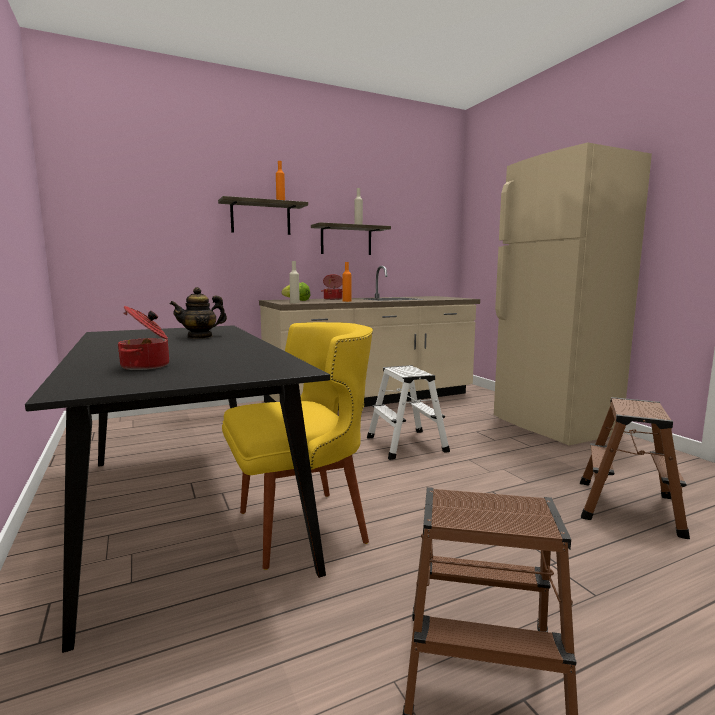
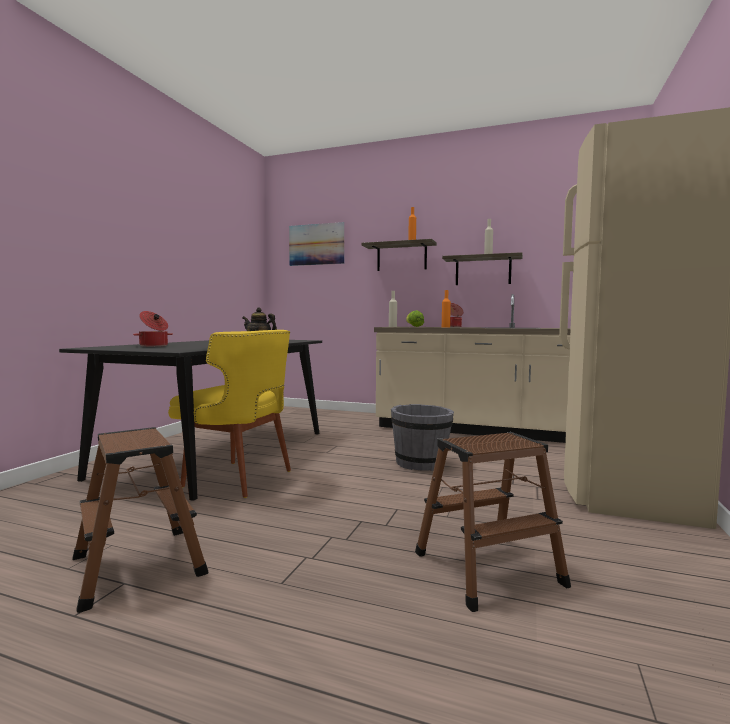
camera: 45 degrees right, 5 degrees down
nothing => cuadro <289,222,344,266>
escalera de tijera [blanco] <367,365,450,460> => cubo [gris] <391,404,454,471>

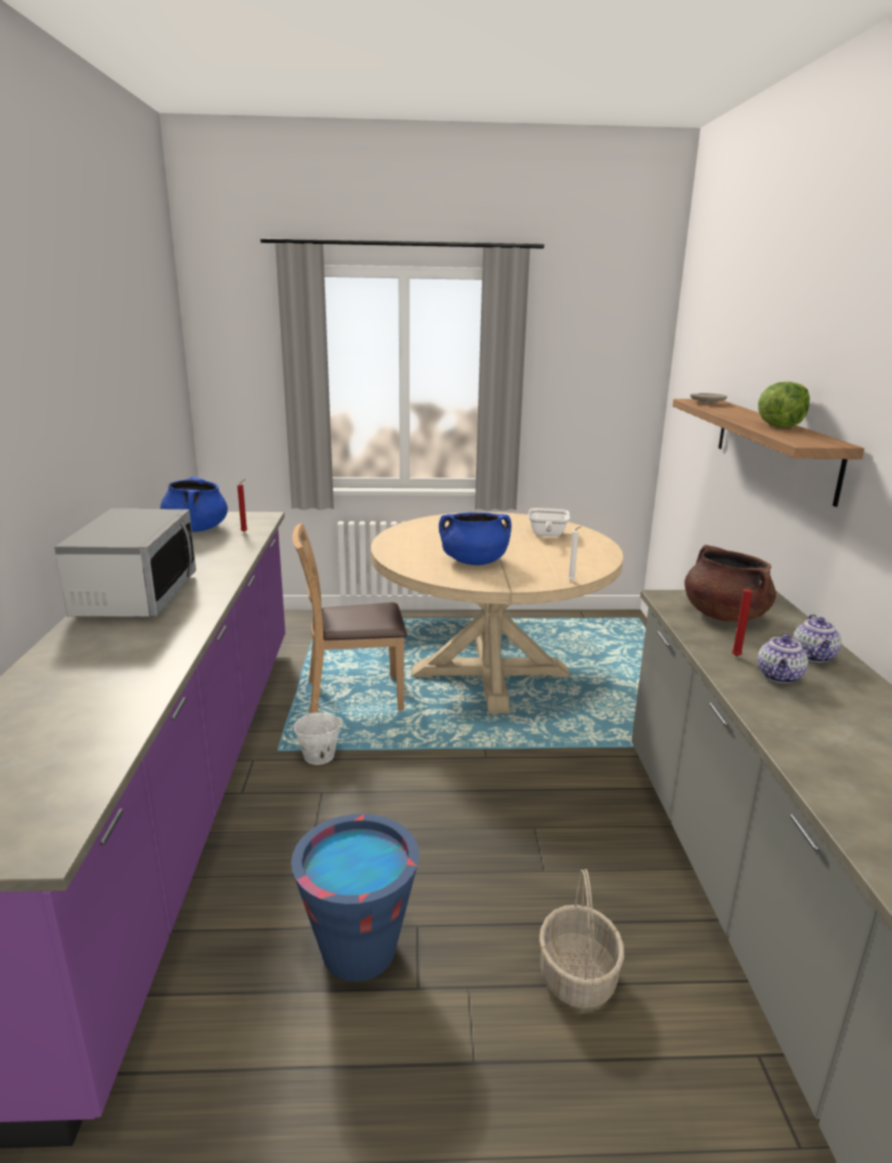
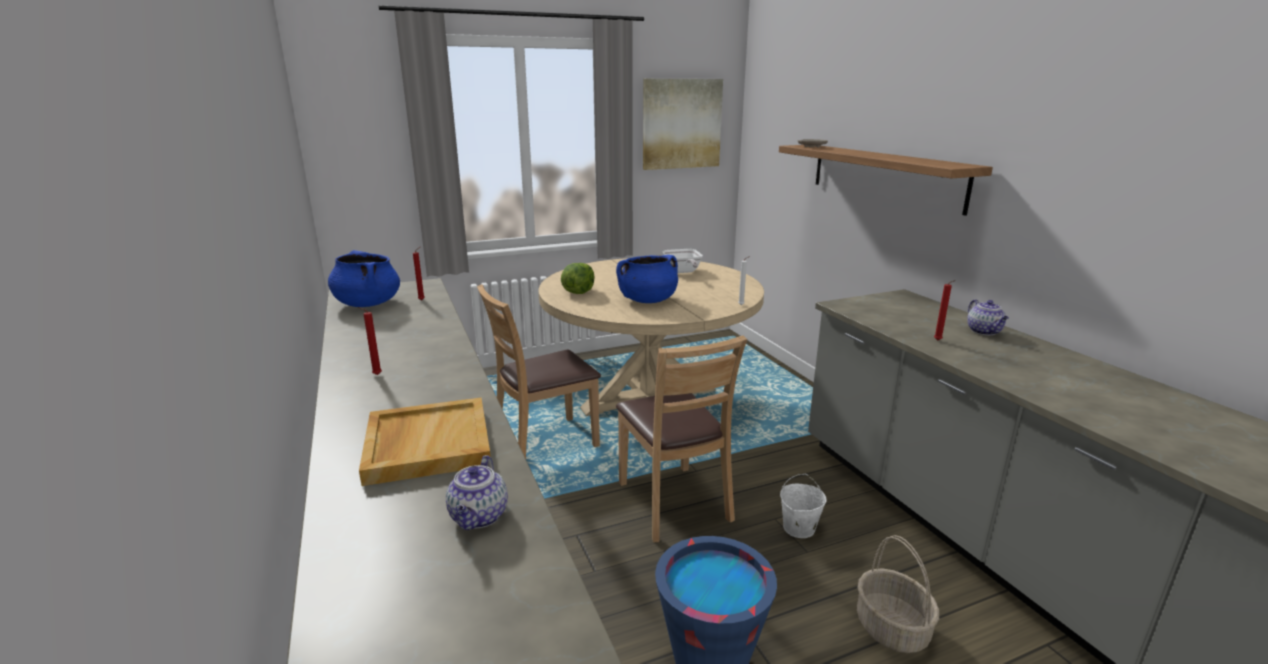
camera: 20 degrees left, 0 degrees up
microondas <54,509,196,617> => vela [rojo] <358,307,382,375>
nothing => bandeja [beis] <359,398,491,486>
tetera <758,632,808,683> => tetera <446,455,508,530>, moved
lechuga <758,382,810,427> => lechuga <561,263,595,294>, moved
nothing => silla [marrón] <616,335,748,542>
nothing => cuadro <643,79,723,170>
cubo [blanco] <294,701,341,765> => cubo [blanco] <780,474,827,538>, moved
olla [marrón] <684,545,776,622> => nothing

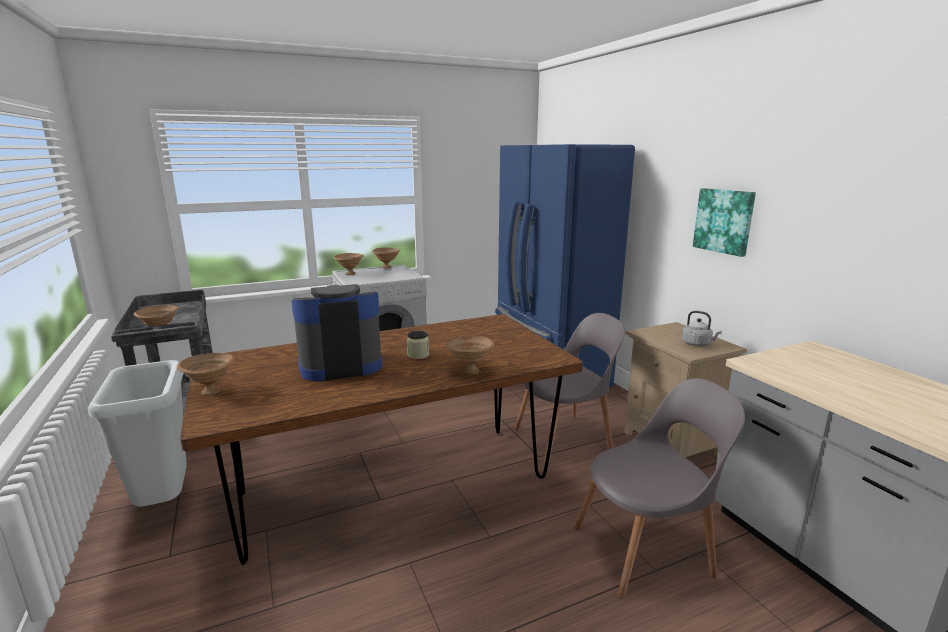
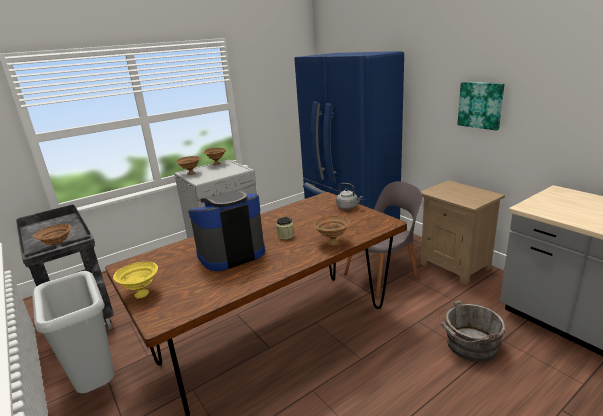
camera: 10 degrees left, 5 degrees up
cuenco [marrón] <177,353,235,396> => cuenco [amarillo] <113,262,158,299>
hervidor [gris] <682,311,722,346> => hervidor [gris] <336,183,363,209>, moved
silla [gris] <575,378,745,598> => cubo [gris] <439,300,506,362>

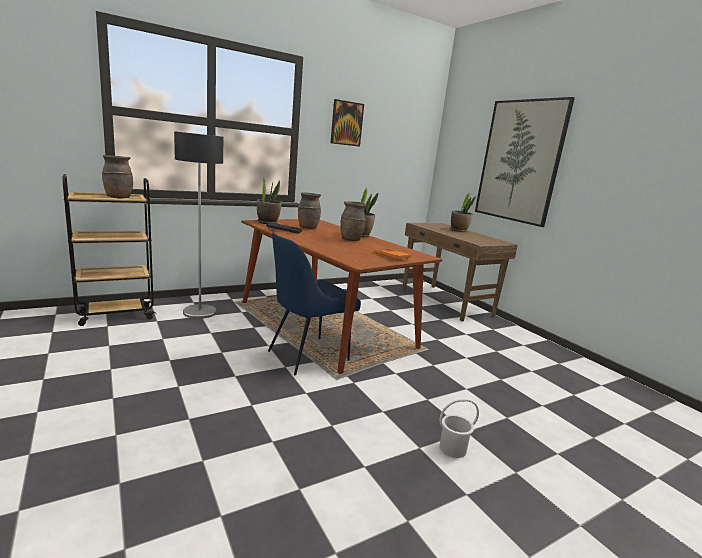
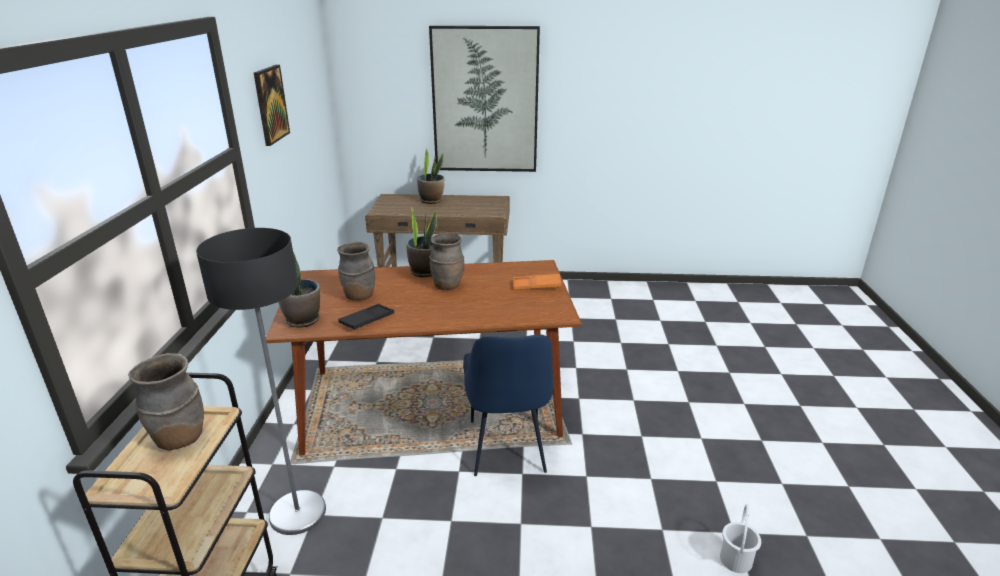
camera: 55 degrees left, 10 degrees up
cubo [blanco] <439,399,479,458> => cubo [blanco] <720,504,761,573>, moved

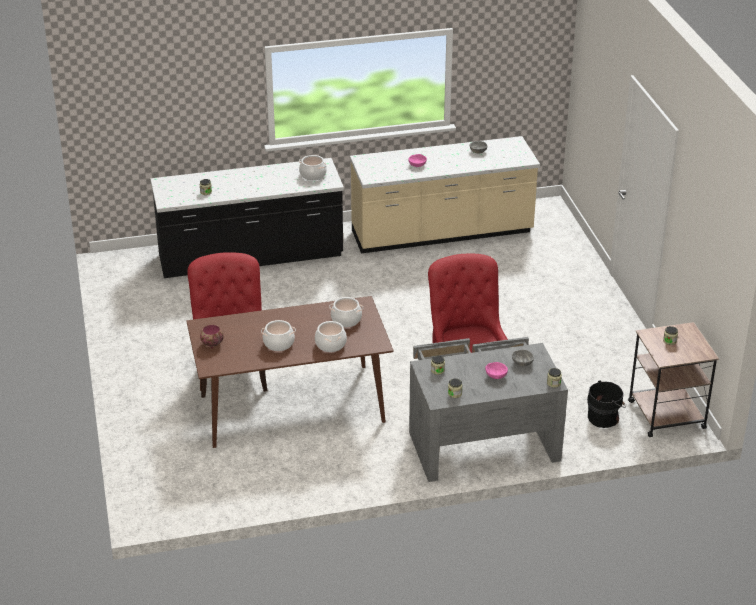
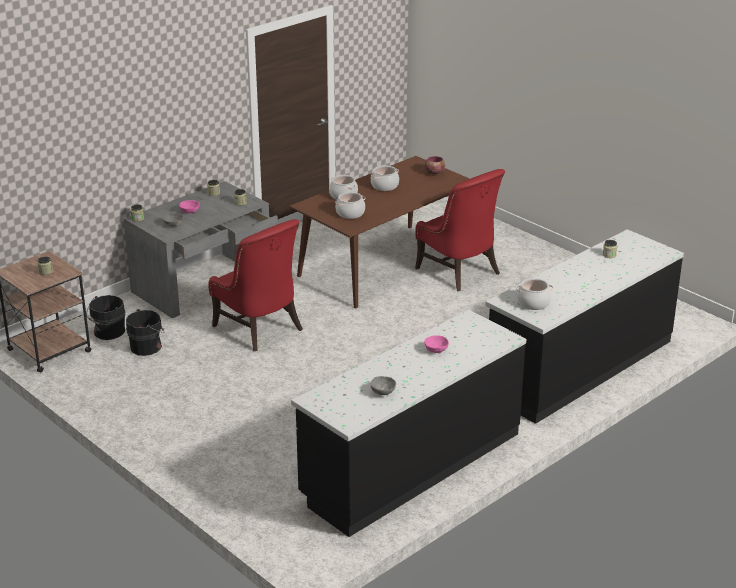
camera: 150 degrees right, 5 degrees down
nothing => cubo [negro] <126,309,164,356>
mueble bajo de cocina [beis] <350,136,540,253> => mueble bajo de cocina [negro] <291,310,526,537>

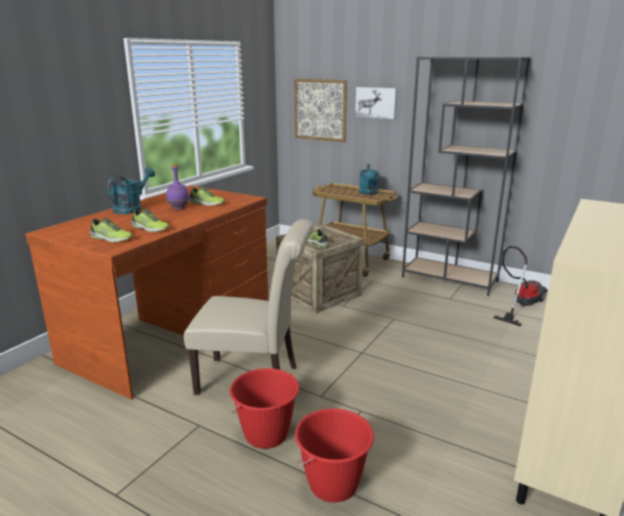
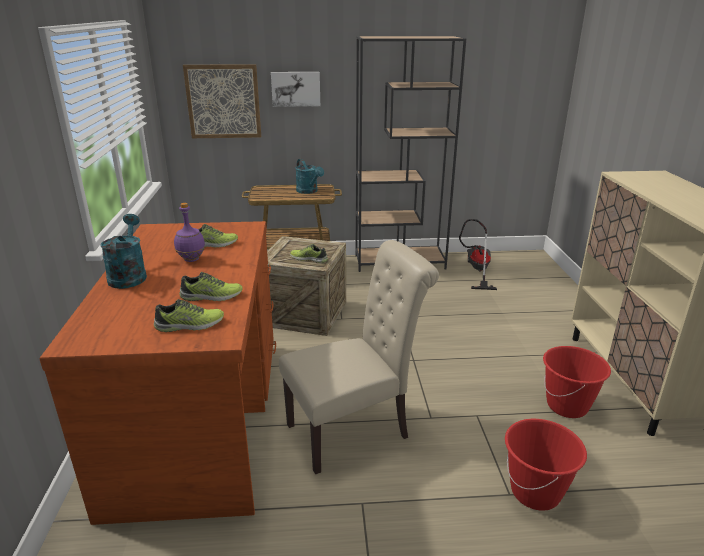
camera: 35 degrees left, 5 degrees up
cubo [rojo] <230,368,299,449> => cubo [rojo] <543,346,611,418>, moved

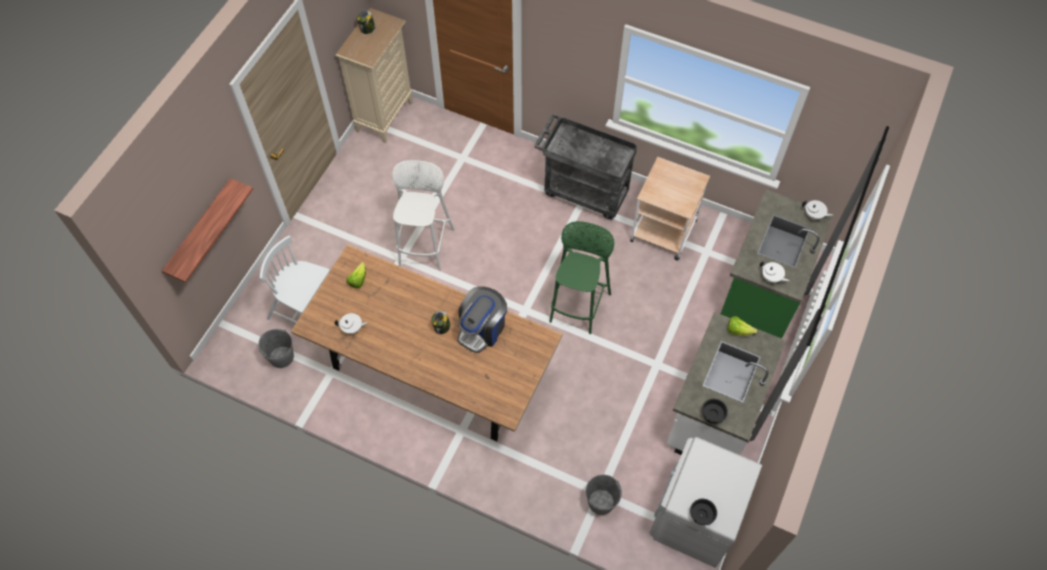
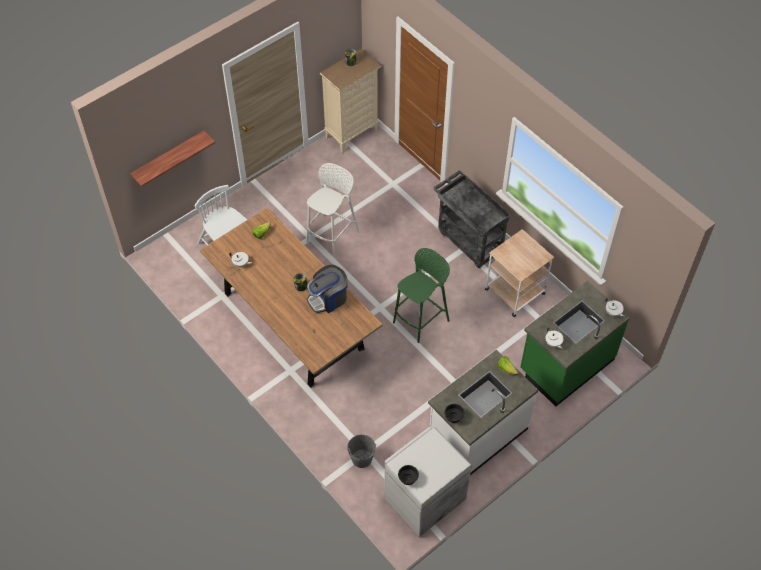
camera: 25 degrees right, 5 degrees down
cubo [gris] <258,329,294,368> => nothing

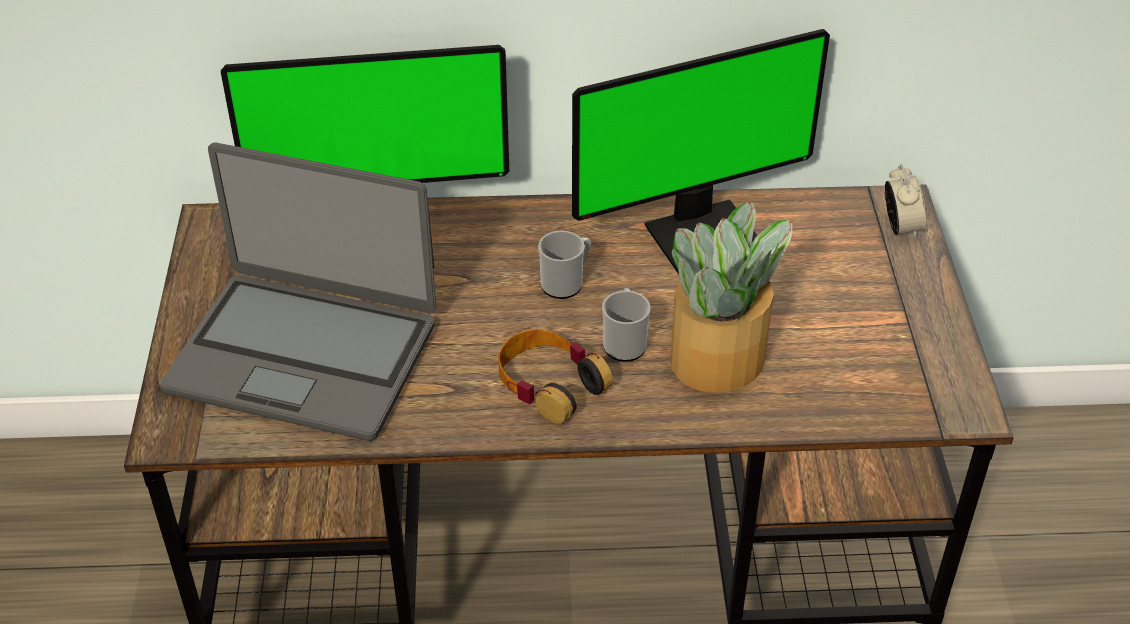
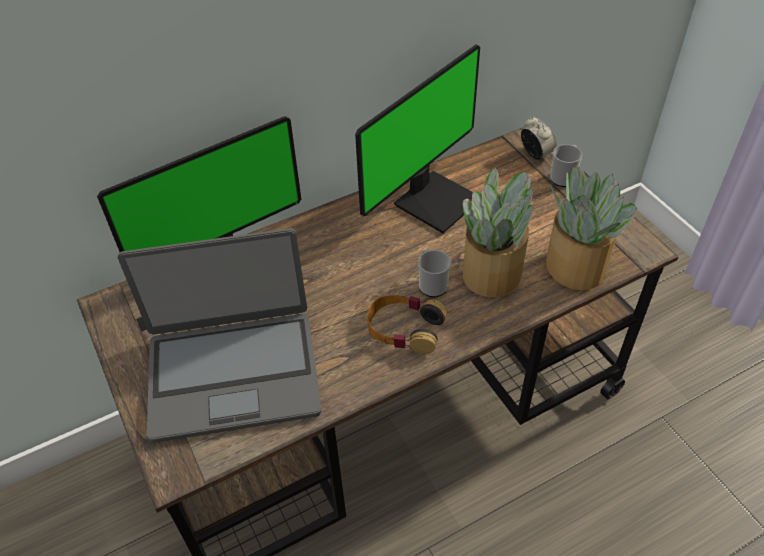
camera: 25 degrees left, 5 degrees up
nothing => planta en maceta <546,165,637,290>
taza grande <538,231,591,299> => taza grande <550,144,582,187>, moved

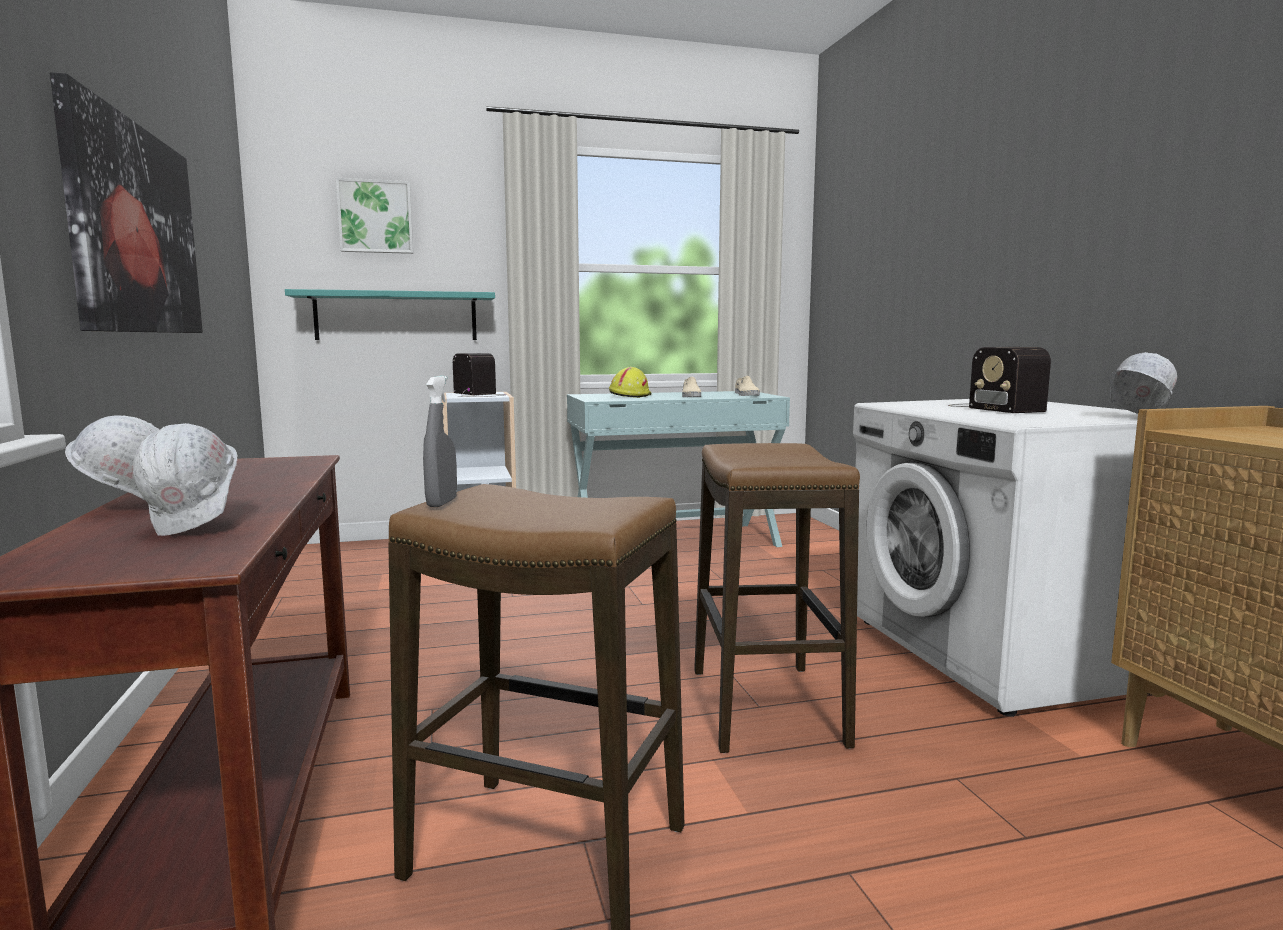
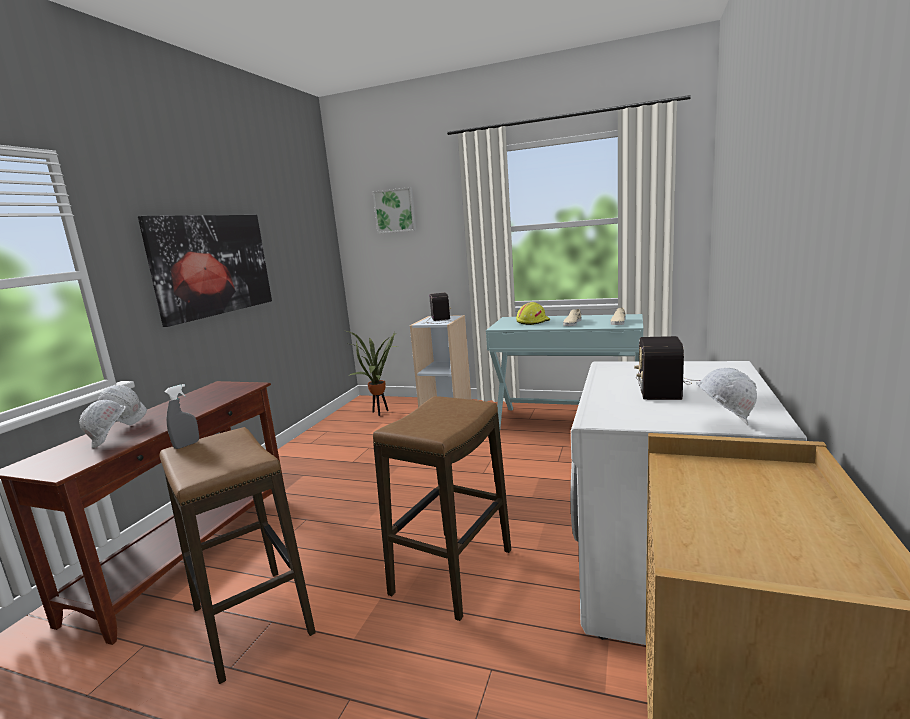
camera: 35 degrees right, 5 degrees up
nothing => planta en maceta <343,330,398,416>
estante [turquesa] <285,289,495,340> => nothing

